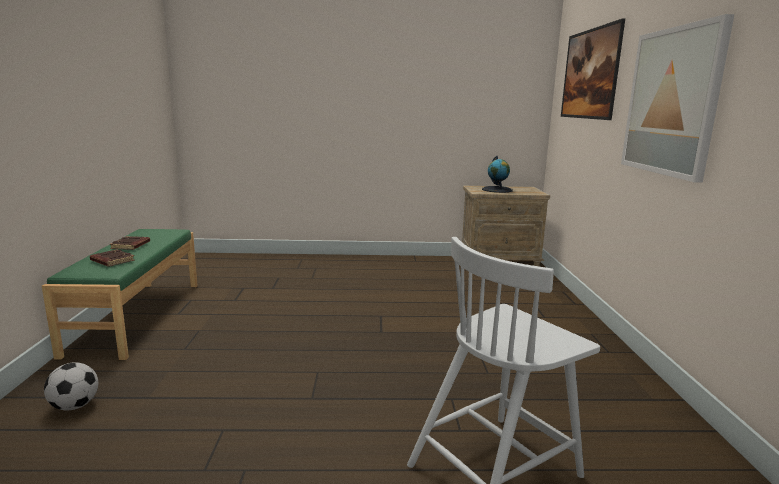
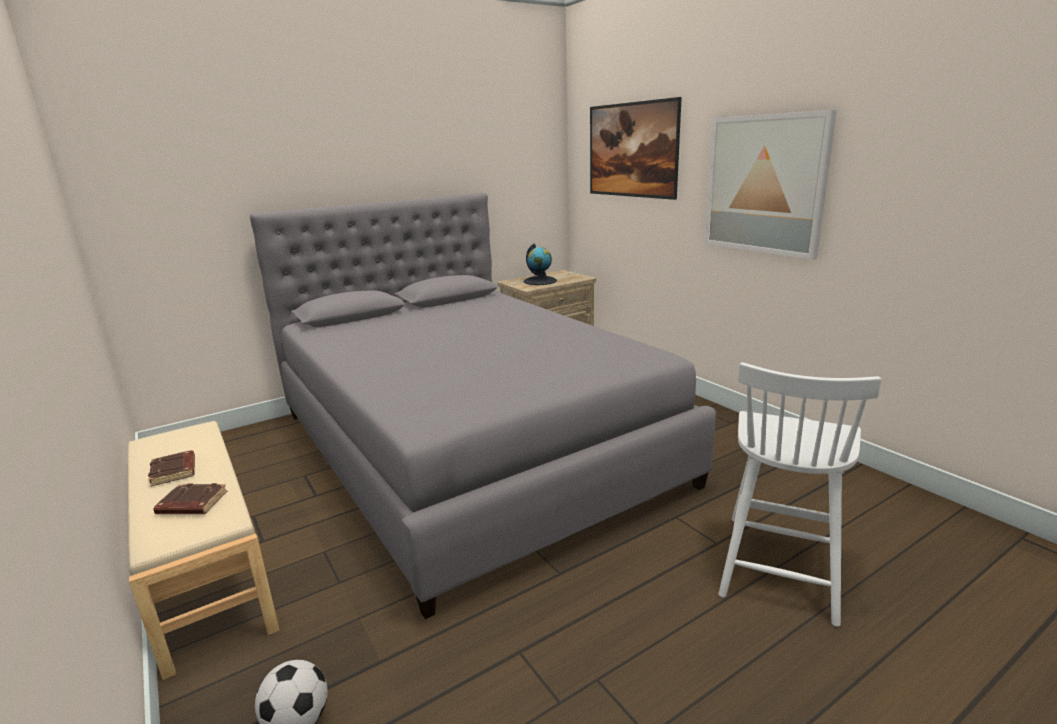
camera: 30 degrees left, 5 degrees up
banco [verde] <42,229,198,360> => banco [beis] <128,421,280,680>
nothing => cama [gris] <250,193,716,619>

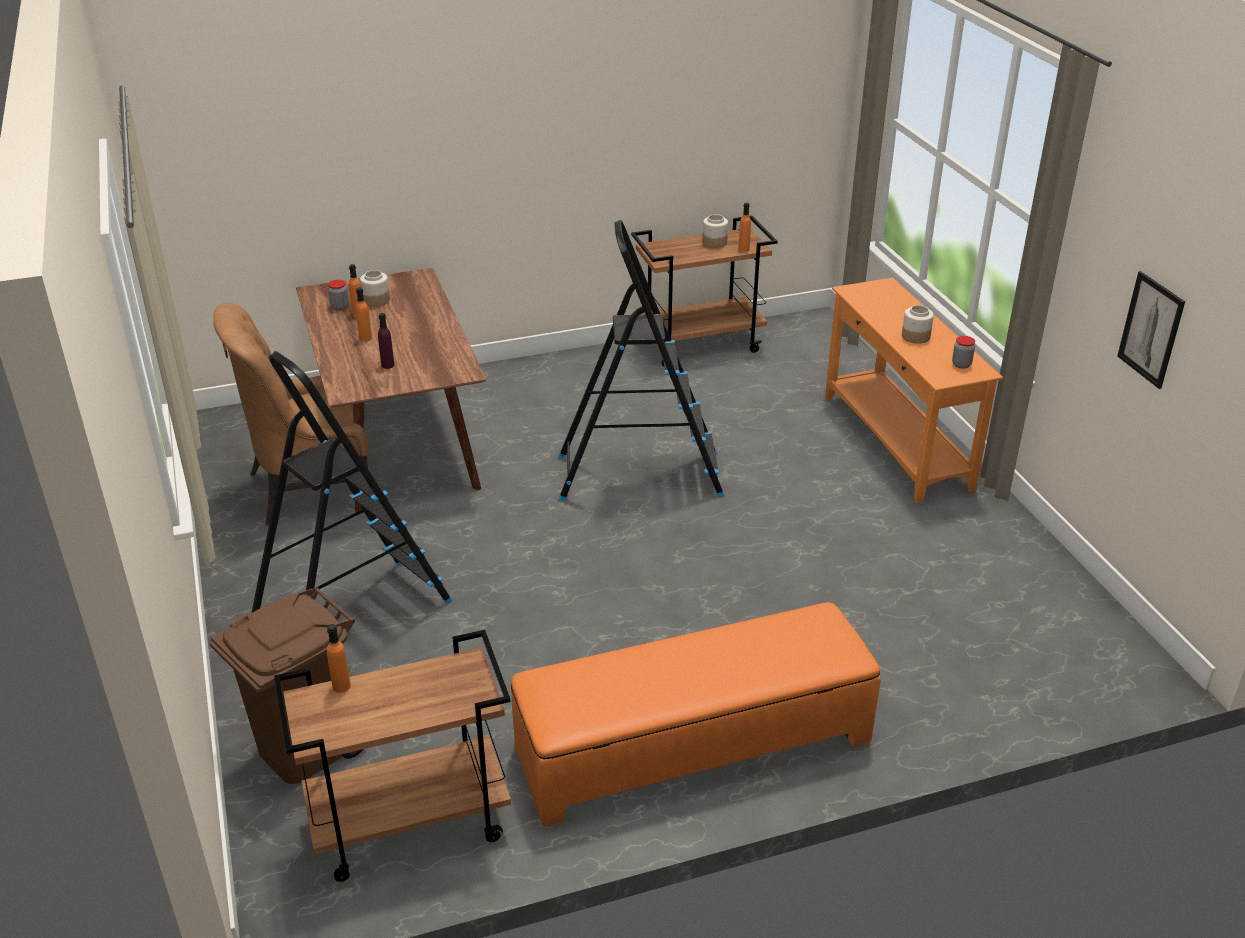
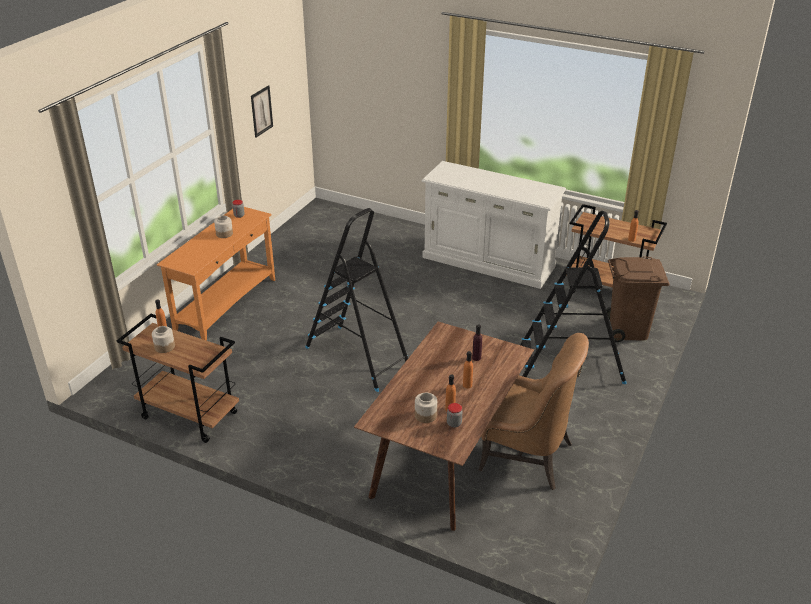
camera: 135 degrees left, 0 degrees up
banco [naranja] <511,602,881,827> => armario [blanco] <421,161,566,289>

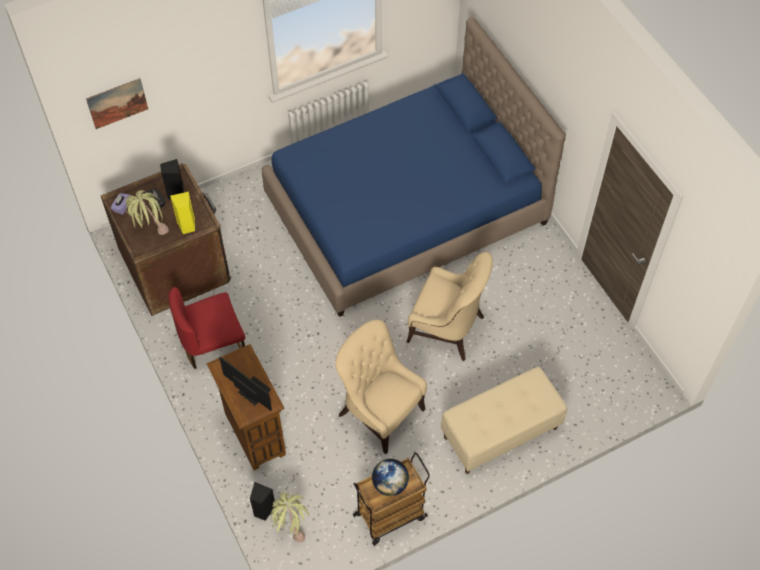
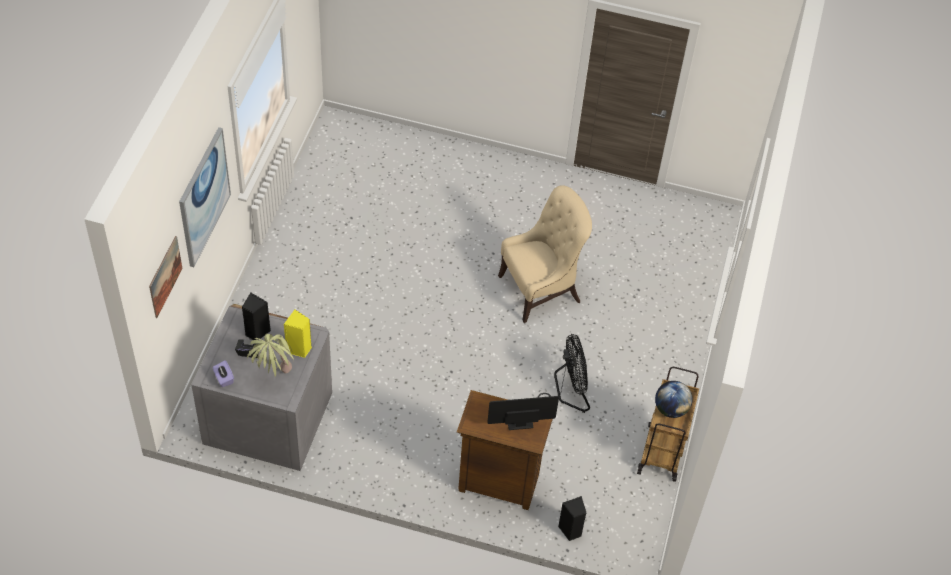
camera: 50 degrees left, 5 degrees down
nothing => cuadro <179,127,231,267>
cómoda [marrón] <101,163,231,316> => cómoda [gris] <192,304,332,471>
silla [beis] <335,320,427,454> => ventilador [negro] <538,334,590,413>
silla [rojo] <168,287,245,369> => nothing
cama [azul] <262,17,566,317> => nothing
planta en maceta <271,492,310,542> => nothing
banco [beis] <441,367,567,474> => nothing

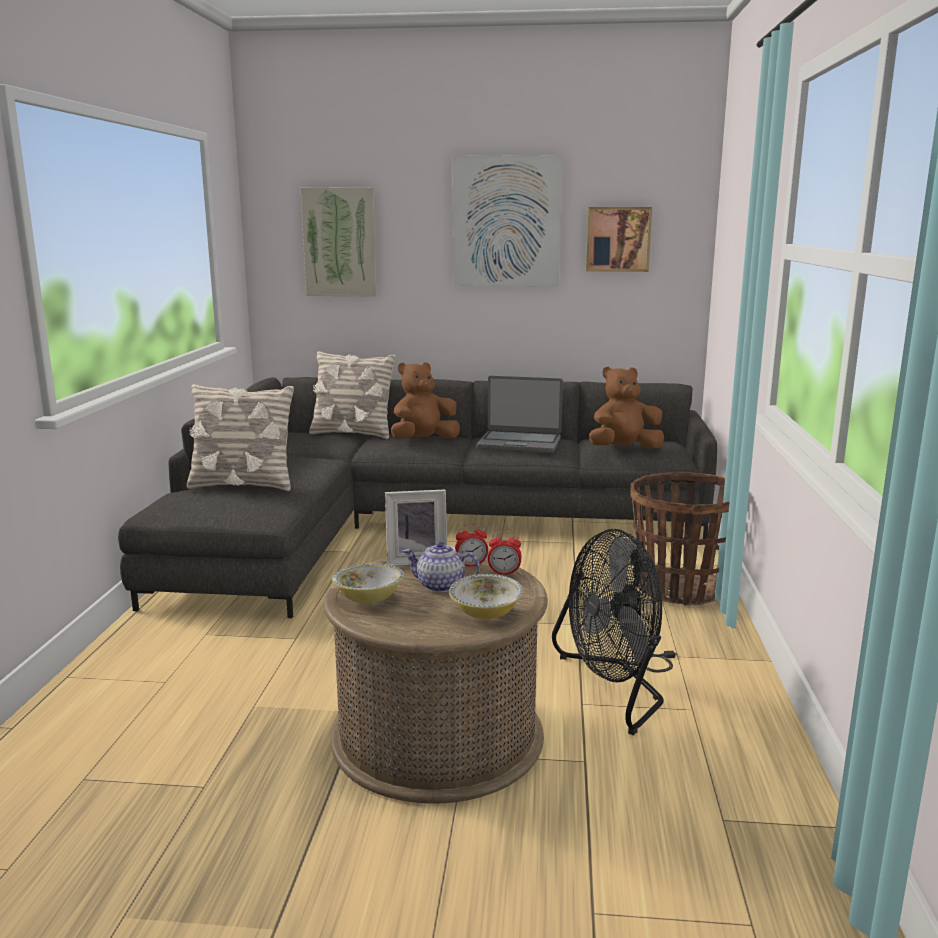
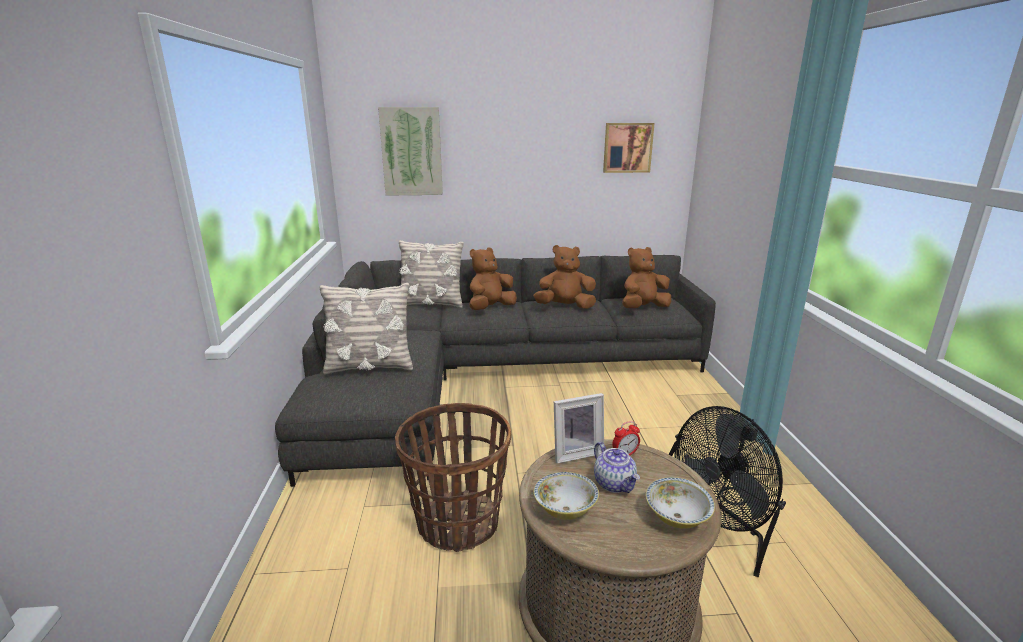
camera: 10 degrees left, 5 degrees up
cesta <630,472,729,605> => cesta <395,403,511,552>, moved
portátil <477,376,563,453> => peluche [marrón] <534,245,596,309>
tetera <403,541,480,593> => tetera <594,442,640,493>, 120 degrees counterclockwise
cuadro <453,155,563,286> => nothing
despertador <488,531,522,575> => nothing

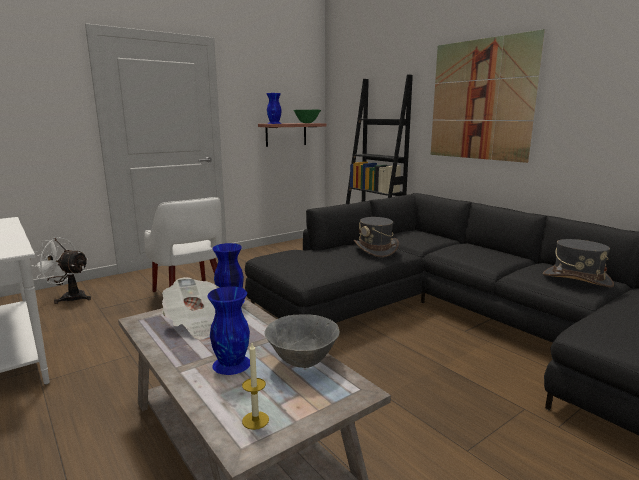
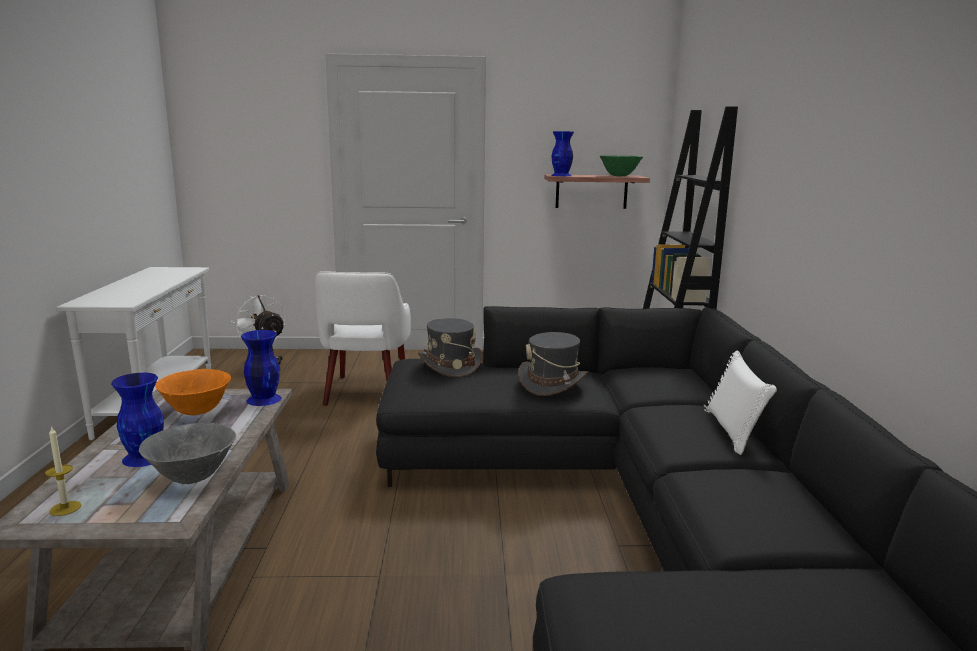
camera: 35 degrees right, 0 degrees up
periódico <162,277,220,339> => cuenco [naranja] <155,369,231,415>
sombrero [gris] <543,239,614,287> => sombrero [gris] <418,318,483,378>, moved
nothing => cojín [blanco] <703,351,777,455>
cuadro <431,29,545,163> => nothing

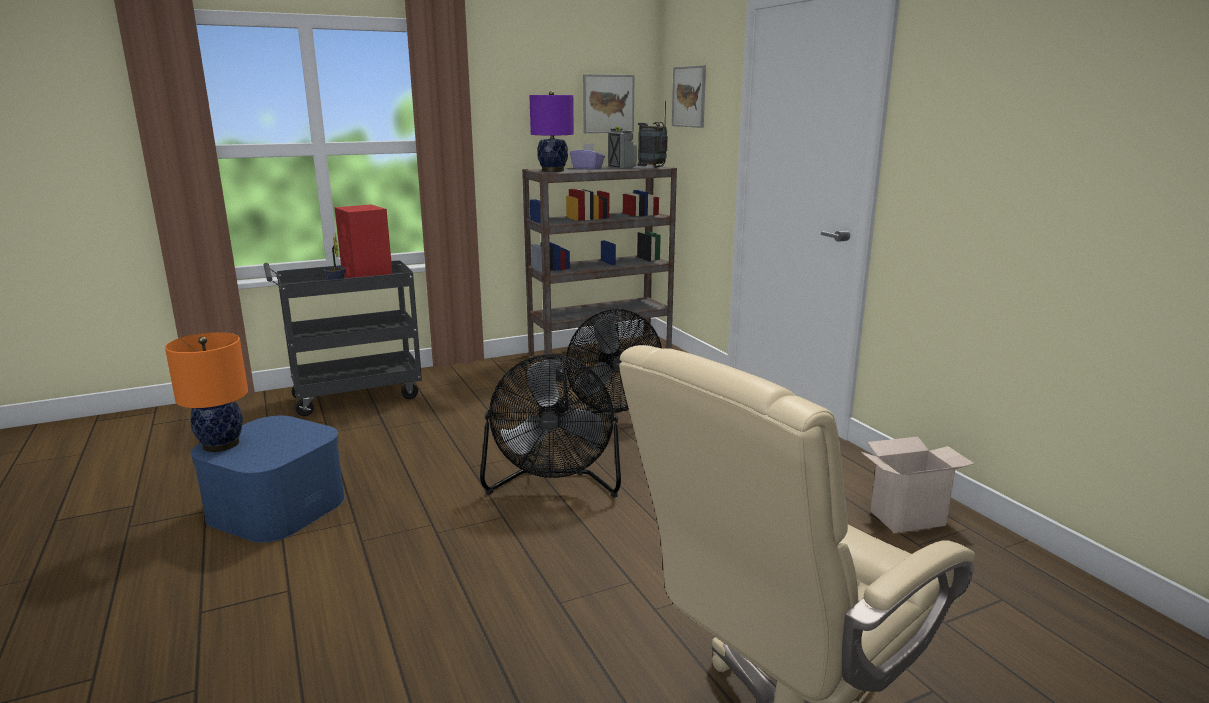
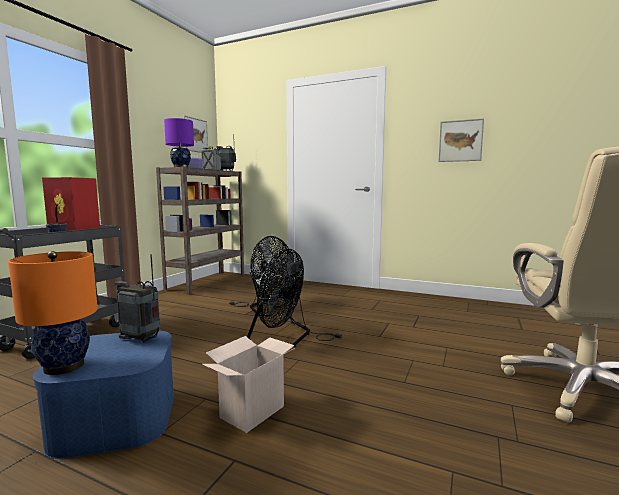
camera: 40 degrees left, 10 degrees down
nothing => radio <114,254,160,342>
caja de cartón <861,436,974,533> => caja de cartón <202,336,295,433>, moved
ventilador [negro] <480,354,621,498> => ventilador [negro] <247,249,343,348>, 150 degrees clockwise
cuadro <672,65,706,128> => cuadro <439,118,484,162>, moved

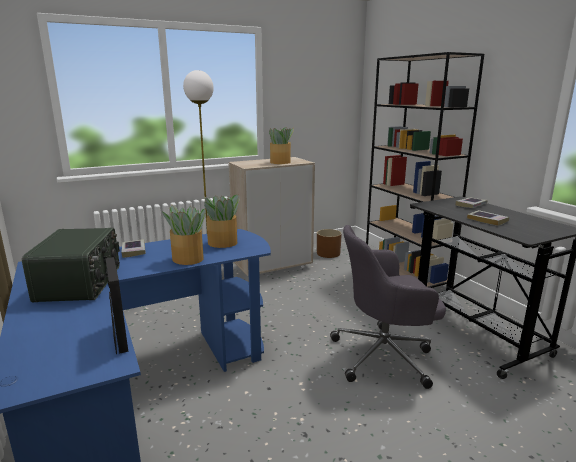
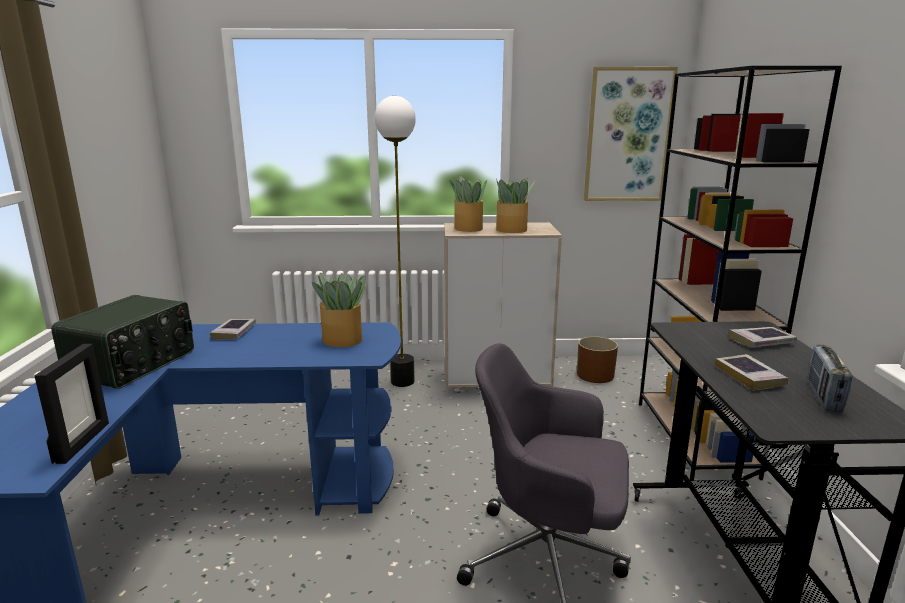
camera: 25 degrees right, 0 degrees up
planta en maceta <162,205,206,265> => planta en maceta <450,176,487,232>, moved
nothing => cuadro <584,67,678,201>
nothing => radio <807,345,853,412>

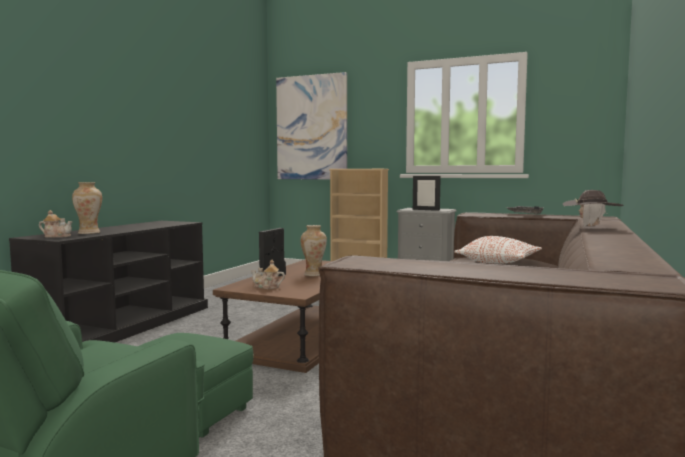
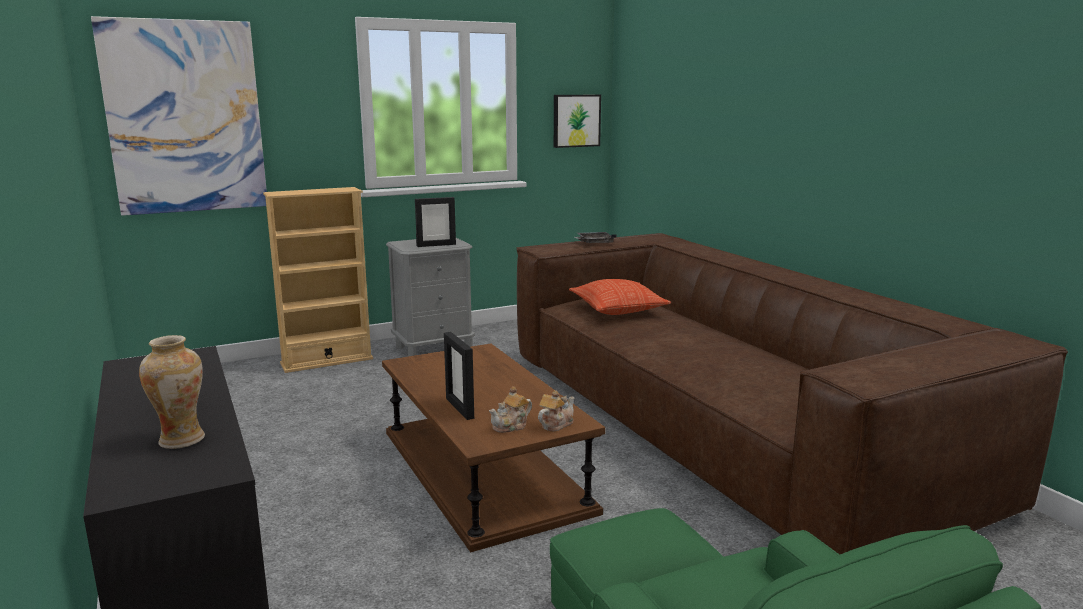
camera: 50 degrees left, 10 degrees up
tetera <39,210,73,238> => tetera <538,390,575,432>, moved
nothing => cuadro <554,95,601,148>
cojín [blanco] <454,236,542,264> => cojín [naranja] <569,279,671,315>
florero <301,225,327,276> => nothing
sombrero [marrón] <562,190,623,228> => nothing

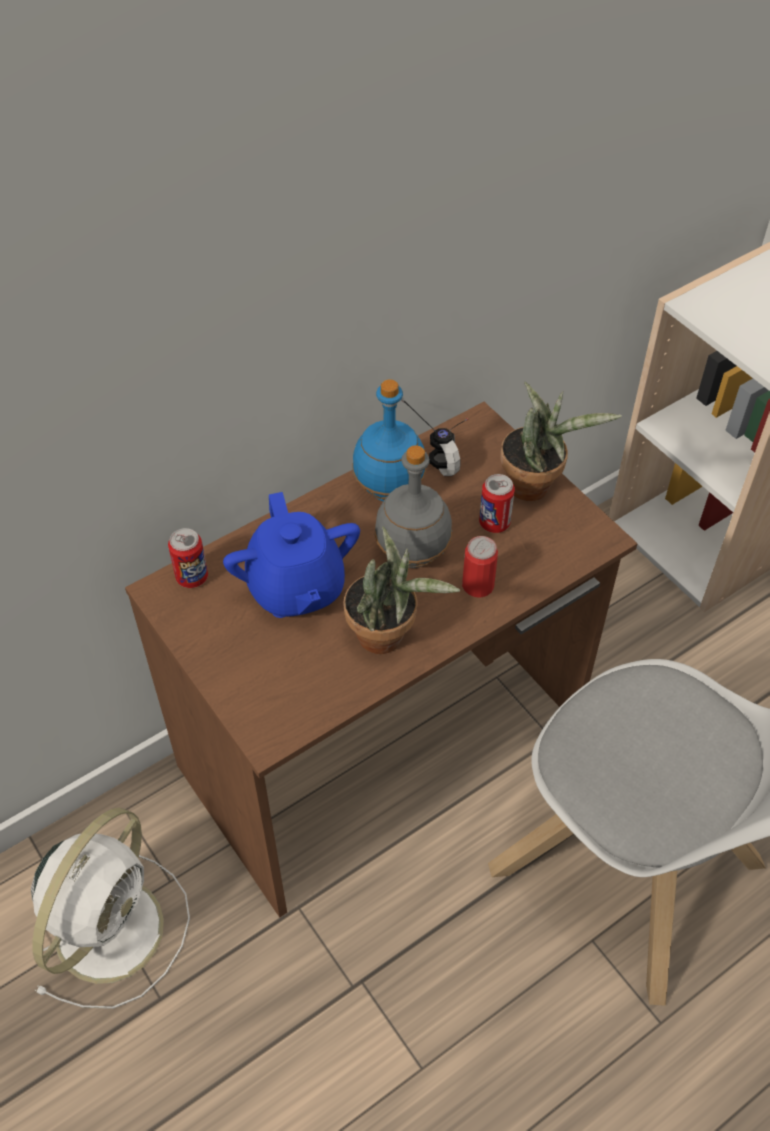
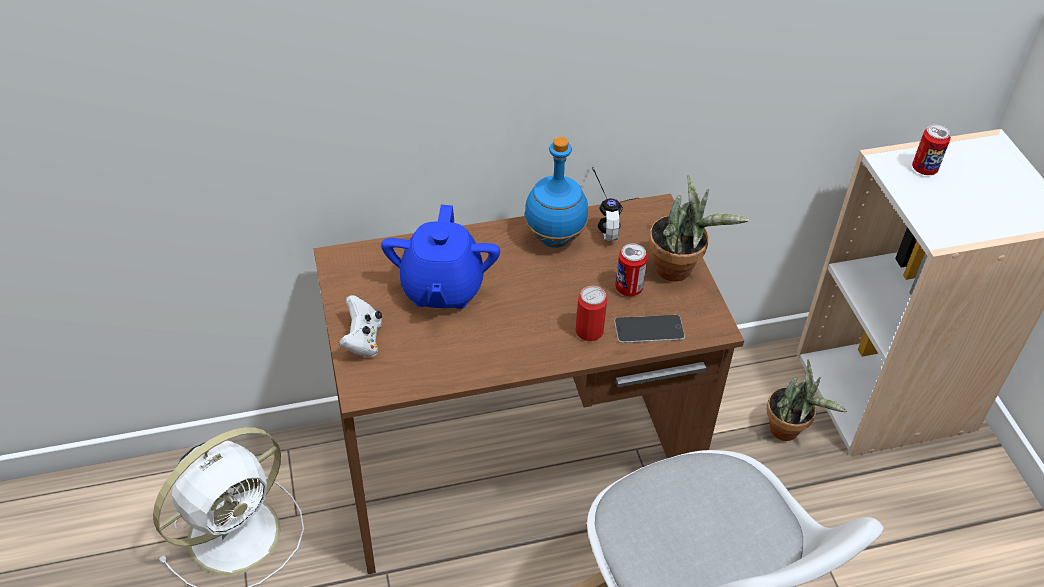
camera: 20 degrees right, 5 degrees down
nothing => mando de consola [blanco] <339,295,382,357>
nothing => móvil <614,315,685,343>
planta en maceta <343,526,460,654> => planta en maceta <766,360,847,441>, moved
lata <168,528,208,588> => lata <912,124,951,175>, moved
botella [gris] <374,445,452,568> => nothing

